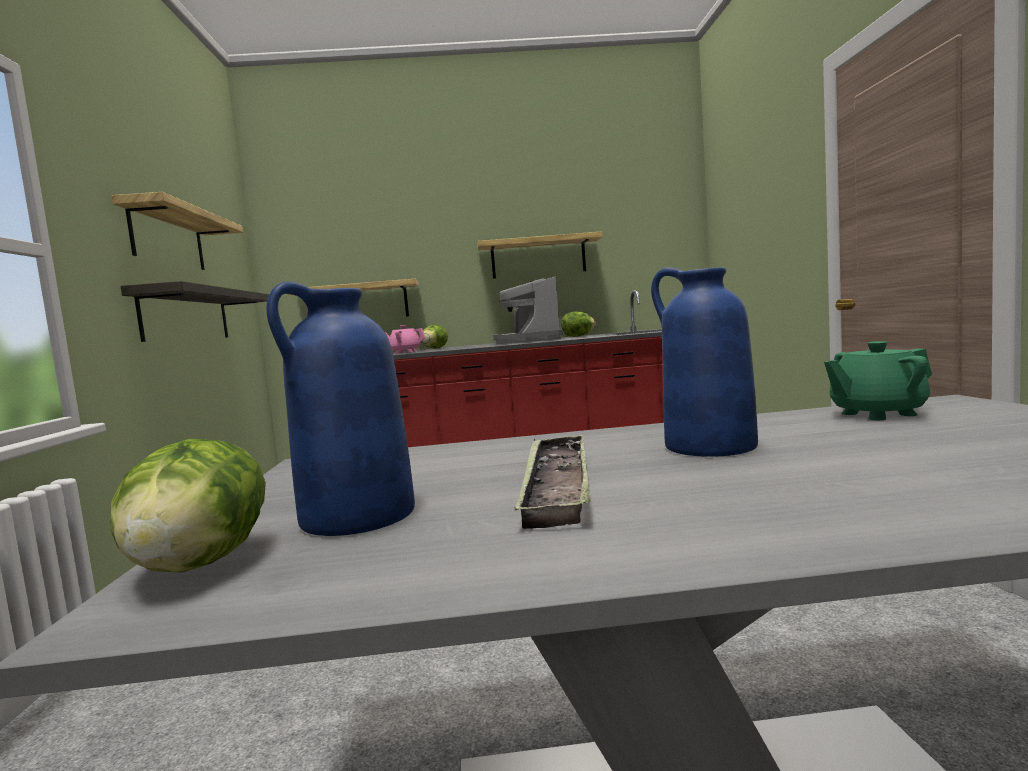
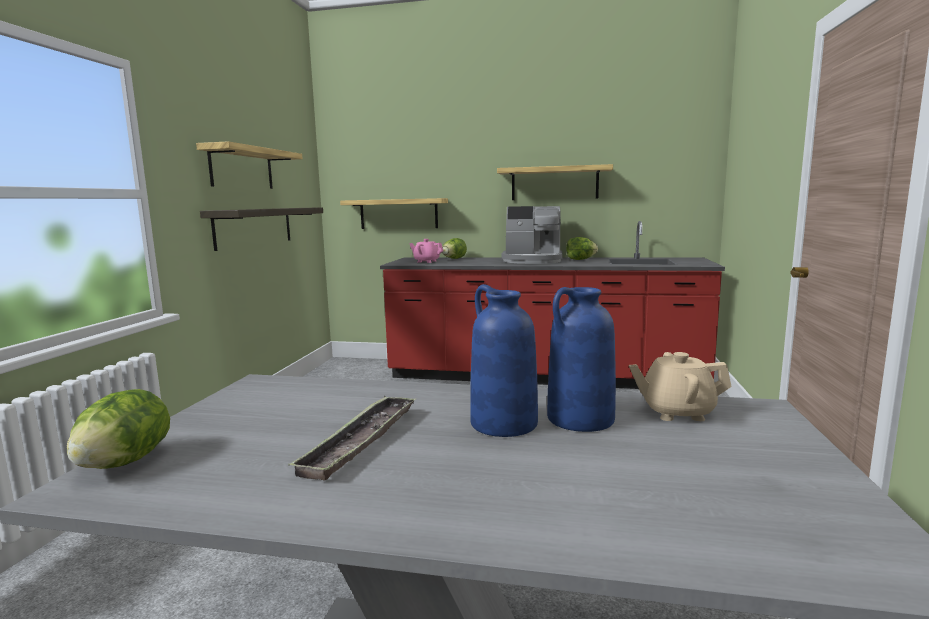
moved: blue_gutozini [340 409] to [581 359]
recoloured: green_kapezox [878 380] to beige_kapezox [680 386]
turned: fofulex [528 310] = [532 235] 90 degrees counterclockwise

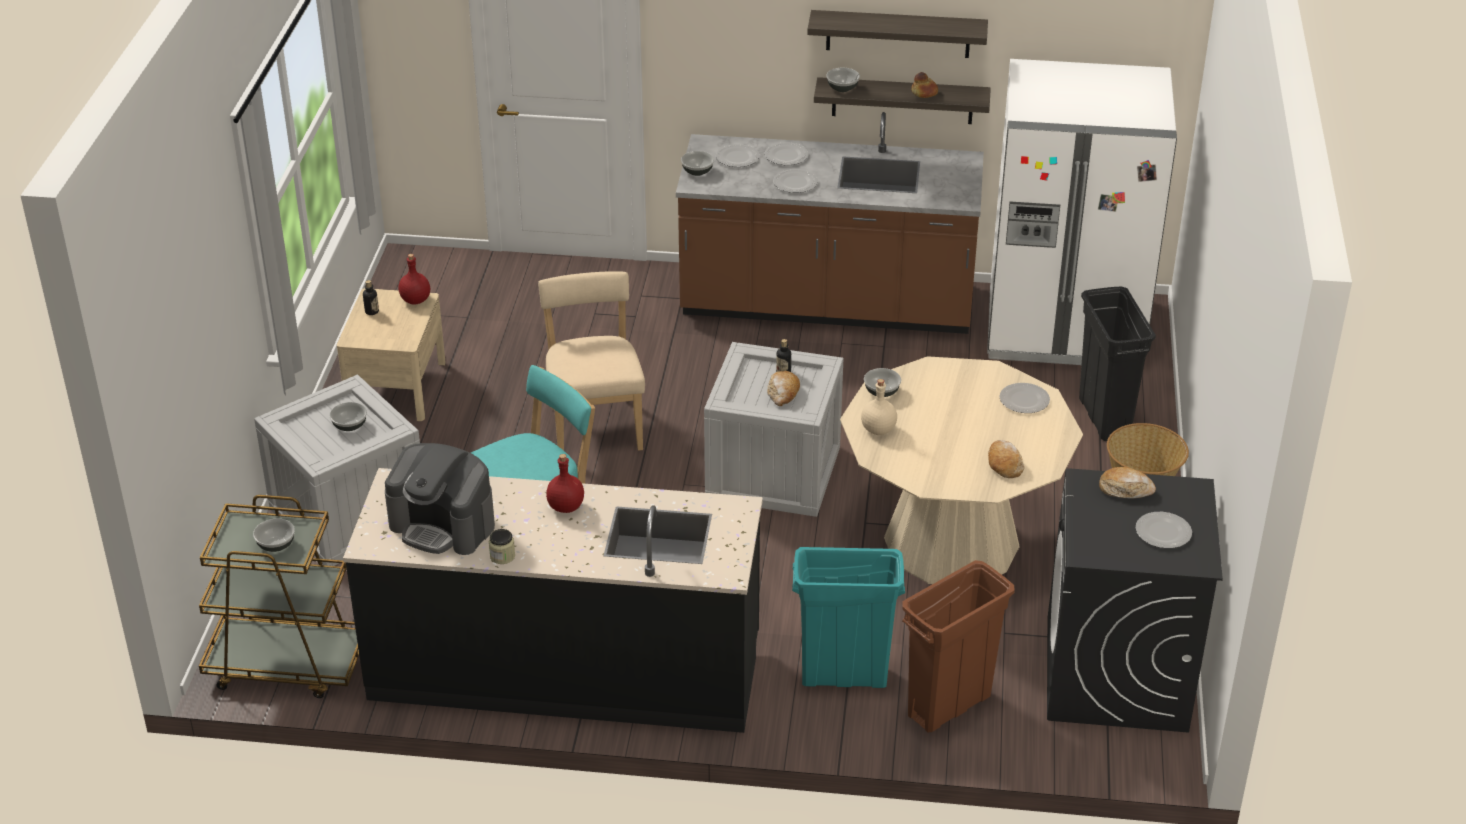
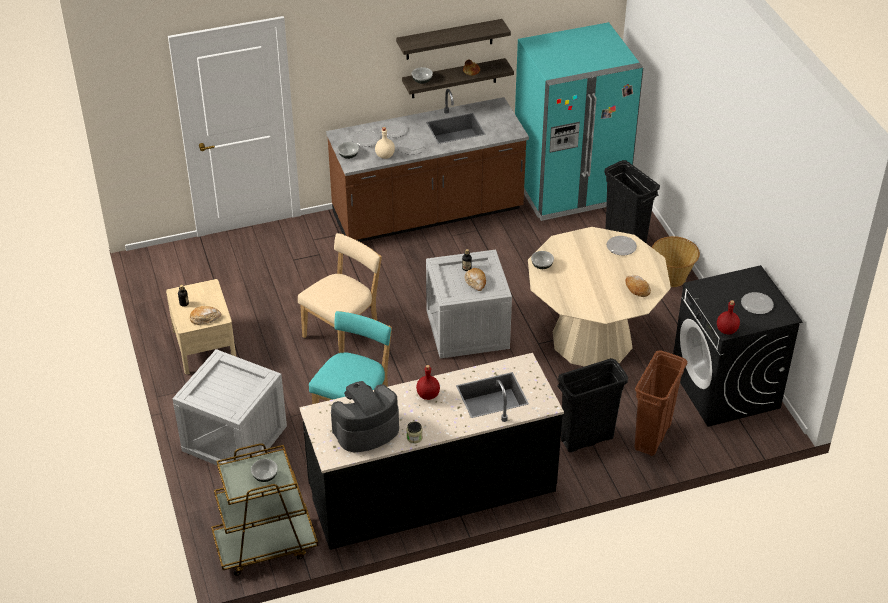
removed: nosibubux [348 416]
moved: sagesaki [1127 483] to [205 315]; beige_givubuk [879 407] to [385 143]; red_givubuk [414 279] to [728 317]
recoloured: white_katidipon [1082 212] to turquoise_katidipon [579 121]; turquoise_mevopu [848 617] to black_mevopu [592 405]
turned: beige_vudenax [591 361] = [340 289] 75 degrees clockwise; fofulex [440 499] = [365 416] 150 degrees clockwise

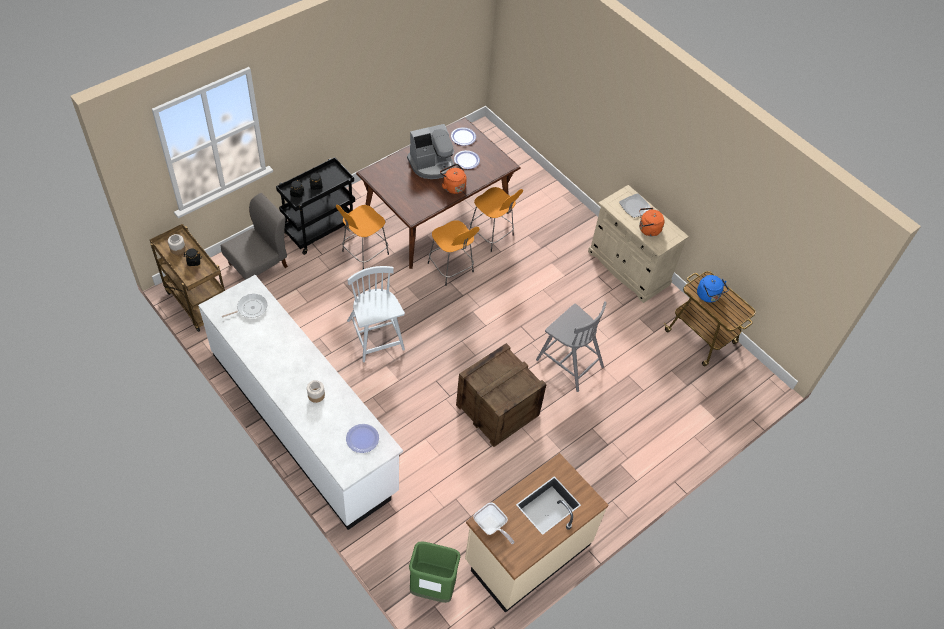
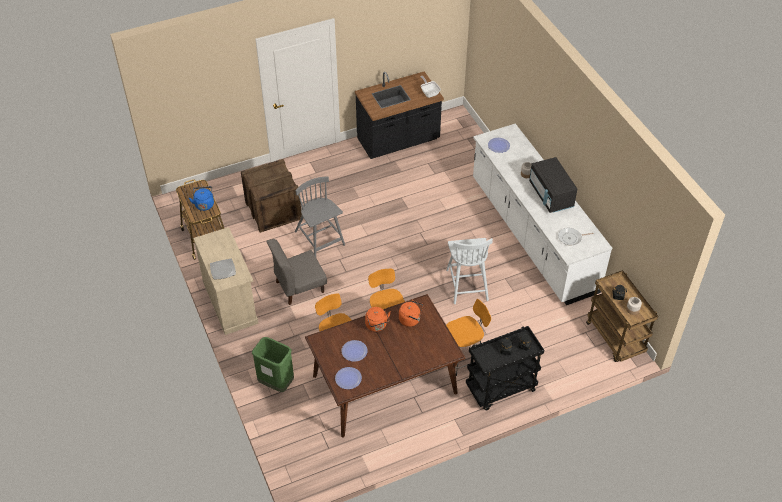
removed: fofulex [430 151]
added: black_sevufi [553 185]
moved: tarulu [501 395] to [271 196]; green_mevopu [434 572] to [273 364]; grey_vudenax [254 236] to [296 272]; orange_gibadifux [652 222] to [411 313]
recoloured: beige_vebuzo [536 533] to black_vebuzo [399 115]

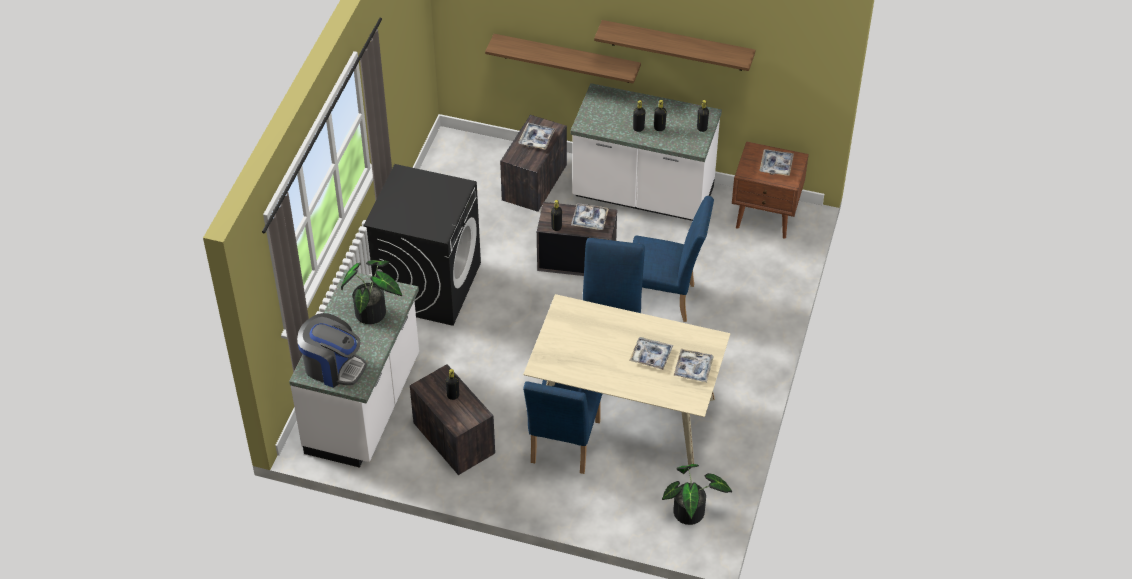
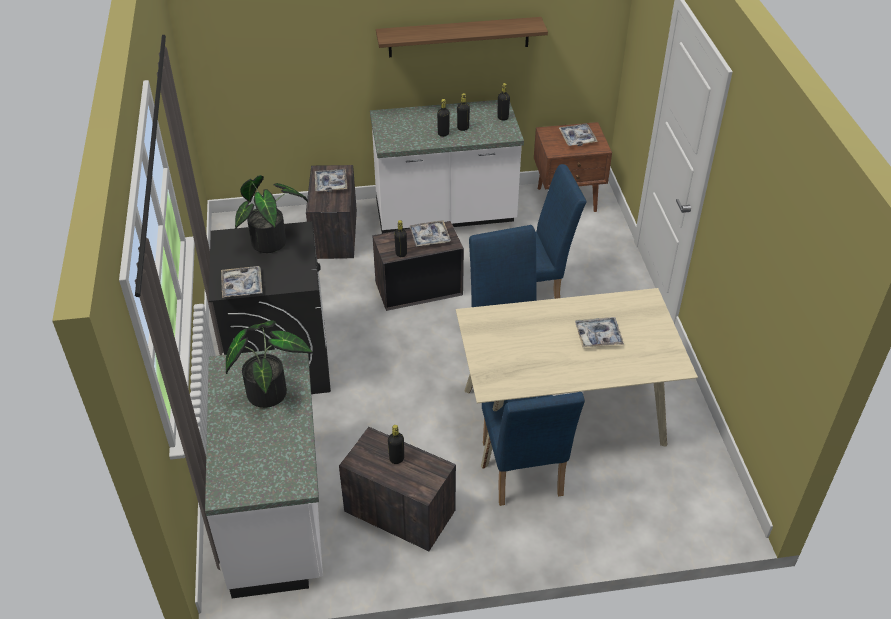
removed: fofulex [332 350]; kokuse [563 59]
moved: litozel [693 365] to [242 282]; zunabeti [697 494] to [271 214]

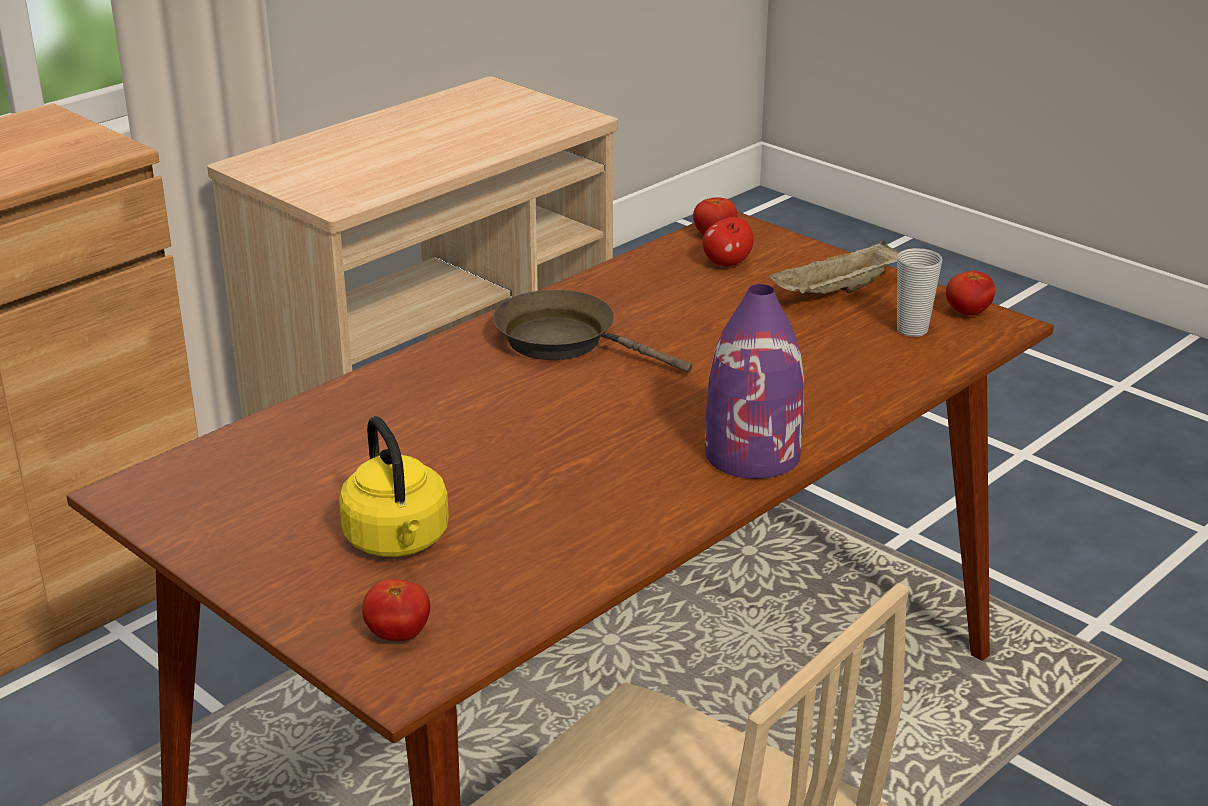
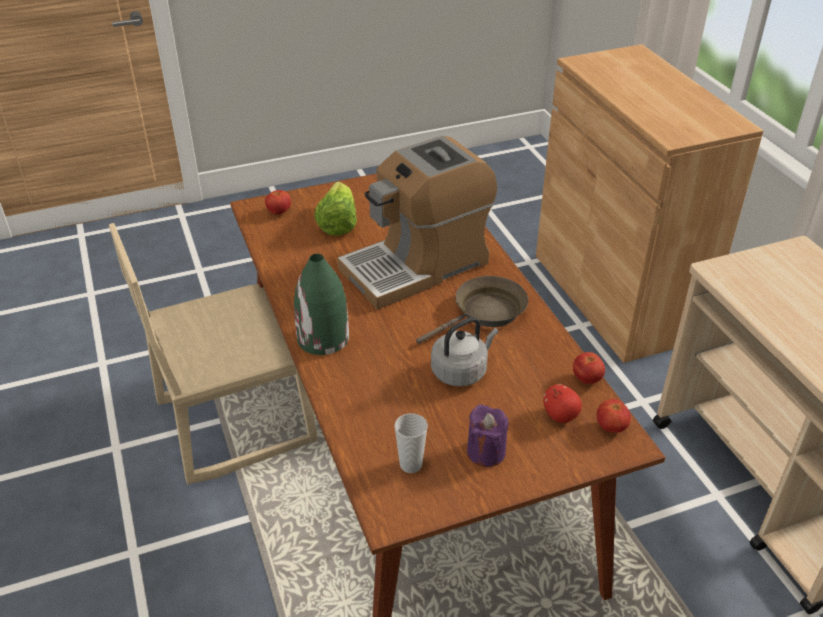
added: fofulex [417 223]; grey_gibadifux [464 351]
moved: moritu [970 292] to [589 368]
replaced: yellow_gibadifux [394 486] to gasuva [335 209]; beige_litozel [834 267] to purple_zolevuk [487 435]
recoloured: purple_gutozini [754 381] to green_gutozini [321 304]

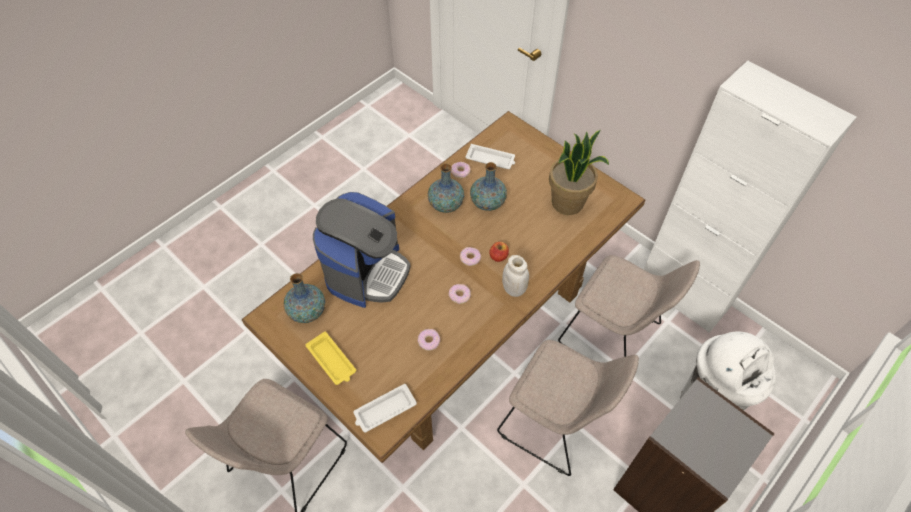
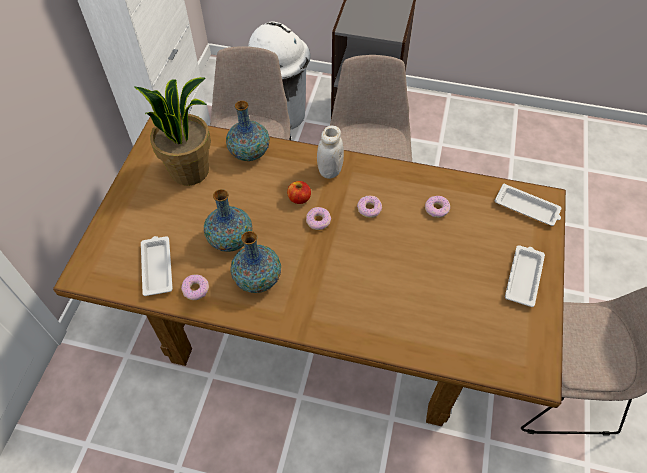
removed: fofulex [361 250]
moved: gutozini [304 298] to [248 131]
recoloured: yellow_litozel [331 358] to white_litozel [525 276]

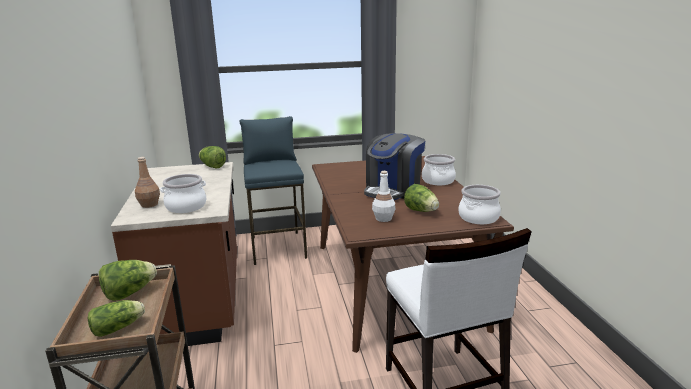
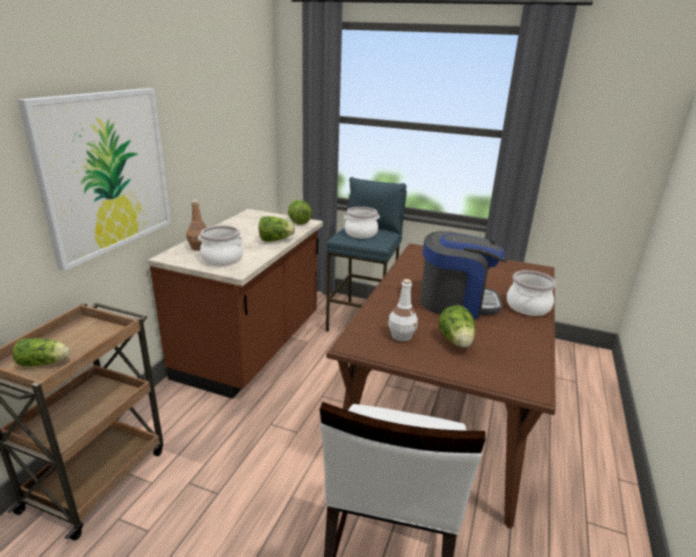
added: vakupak [94 179]
moved: gasuva [128 280] to [277 229]; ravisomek [479 204] to [362 222]
turned: fofulex [395 166] = [464 275] 150 degrees counterclockwise

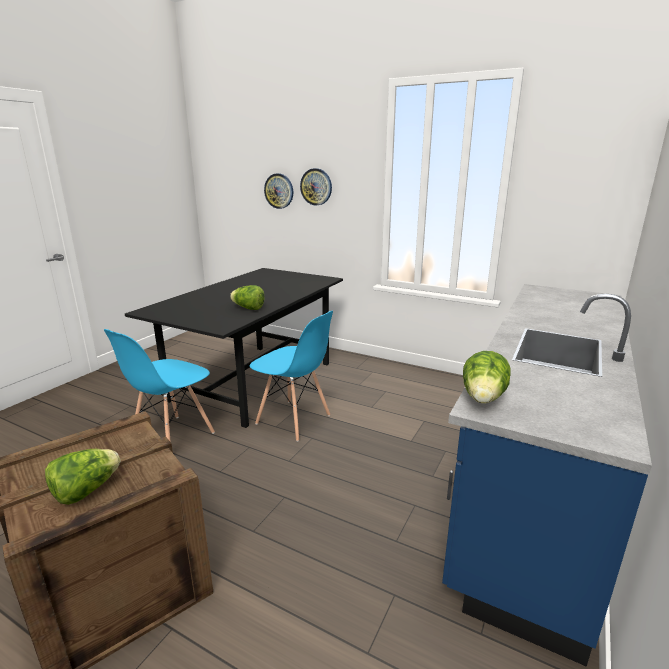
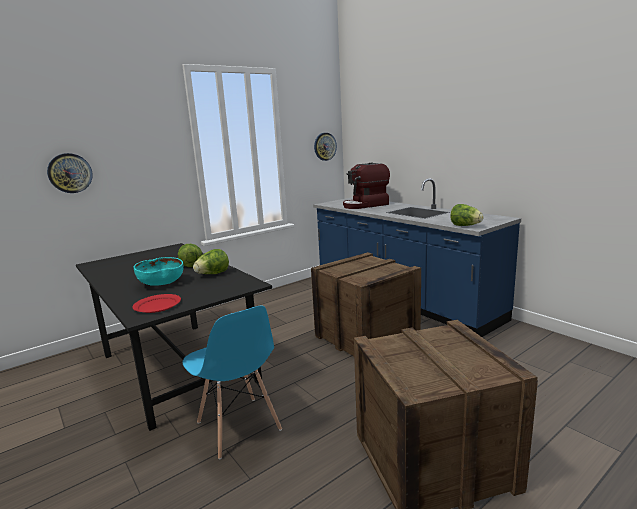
removed: blue_vudenax [291 376]
added: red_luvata [156 303]; turquoise_nosibubux [158 271]; tarulu [366 304]; fofulex [366 186]
moved: gasuva [83 477] to [190 255]; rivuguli [316 186] to [325 147]

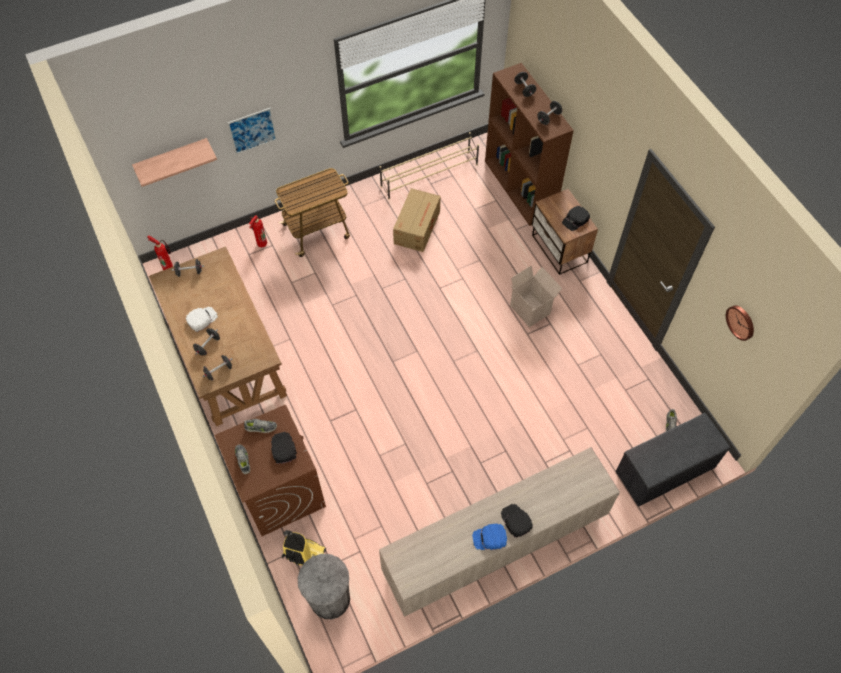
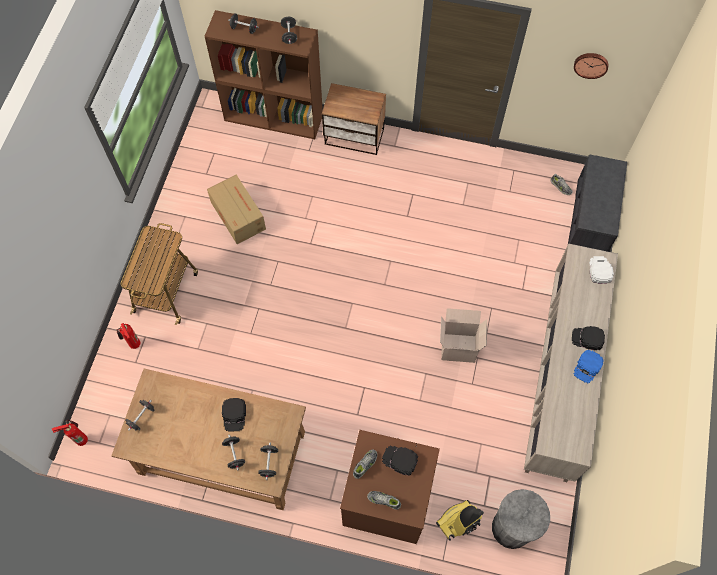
removed: kokuse [174 162]; vakupak [252 131]; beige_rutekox [429 166]
moved: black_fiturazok [576 218] to [234 415]; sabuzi [536 296] to [463 335]; white_fiturazok [202 319] to [601 270]

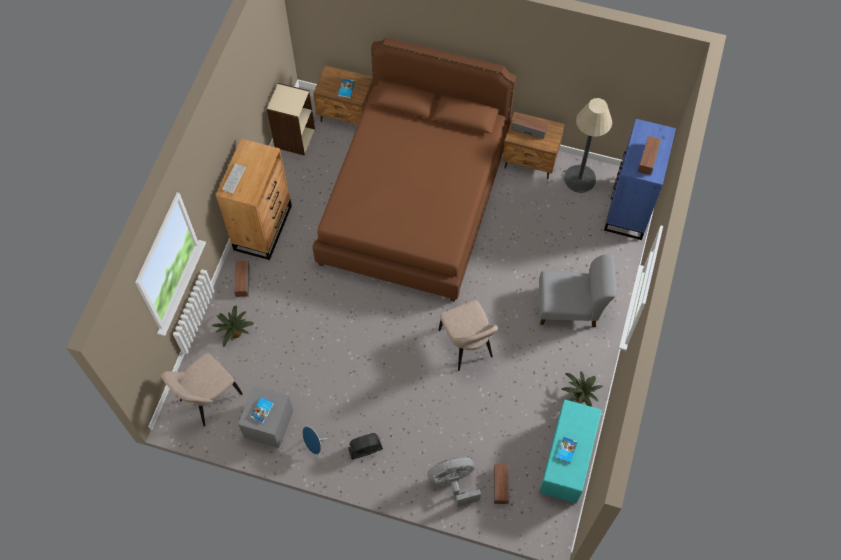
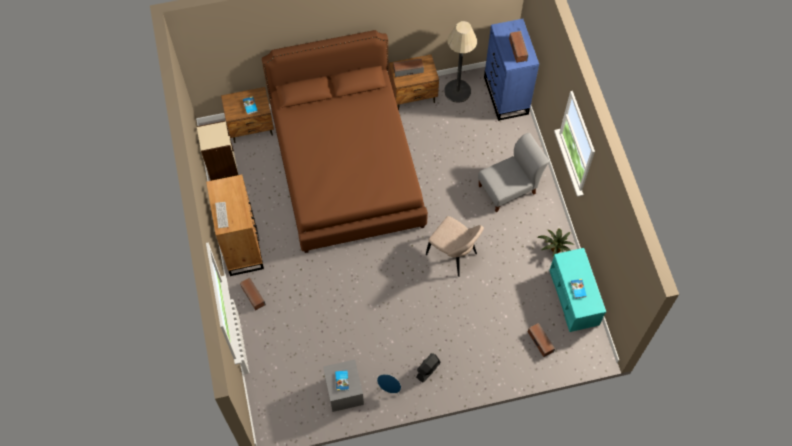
removed: beige_vudenax [202 389]; zunabeti [233 326]; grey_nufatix [454 482]

